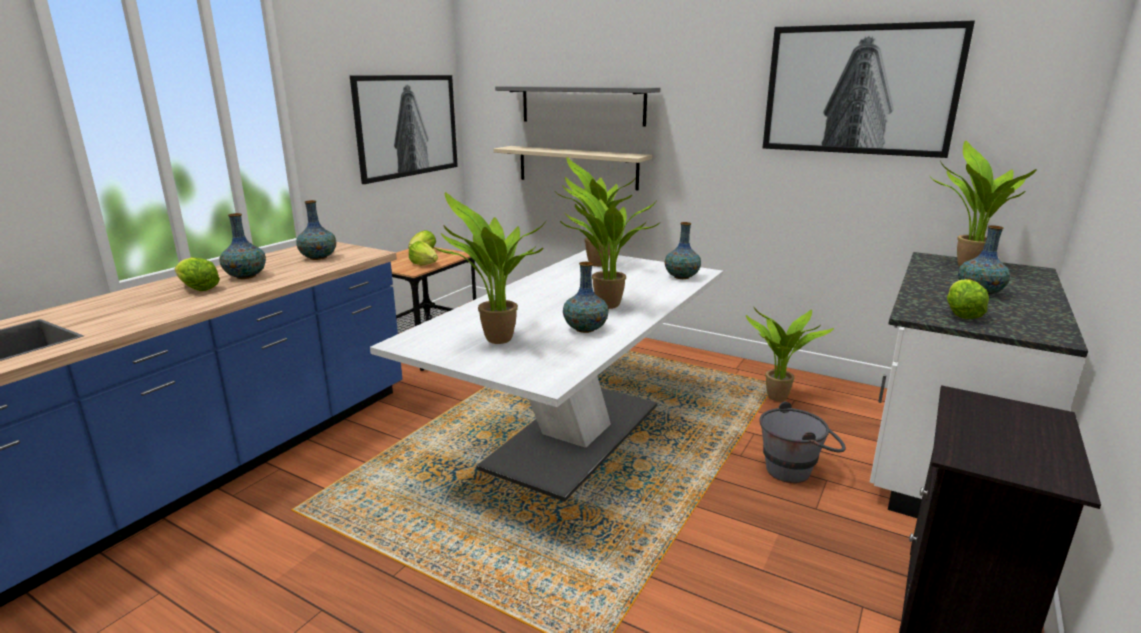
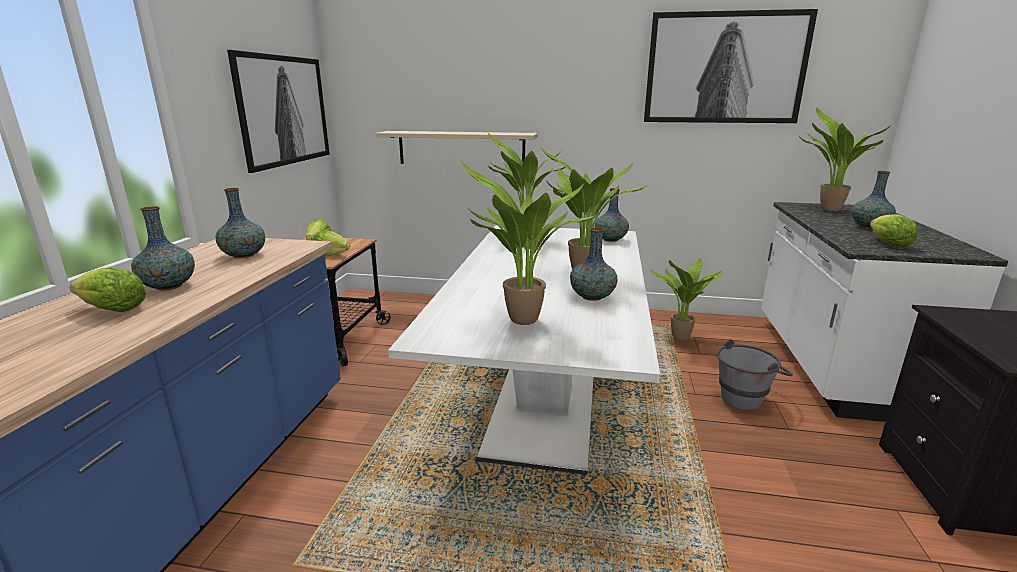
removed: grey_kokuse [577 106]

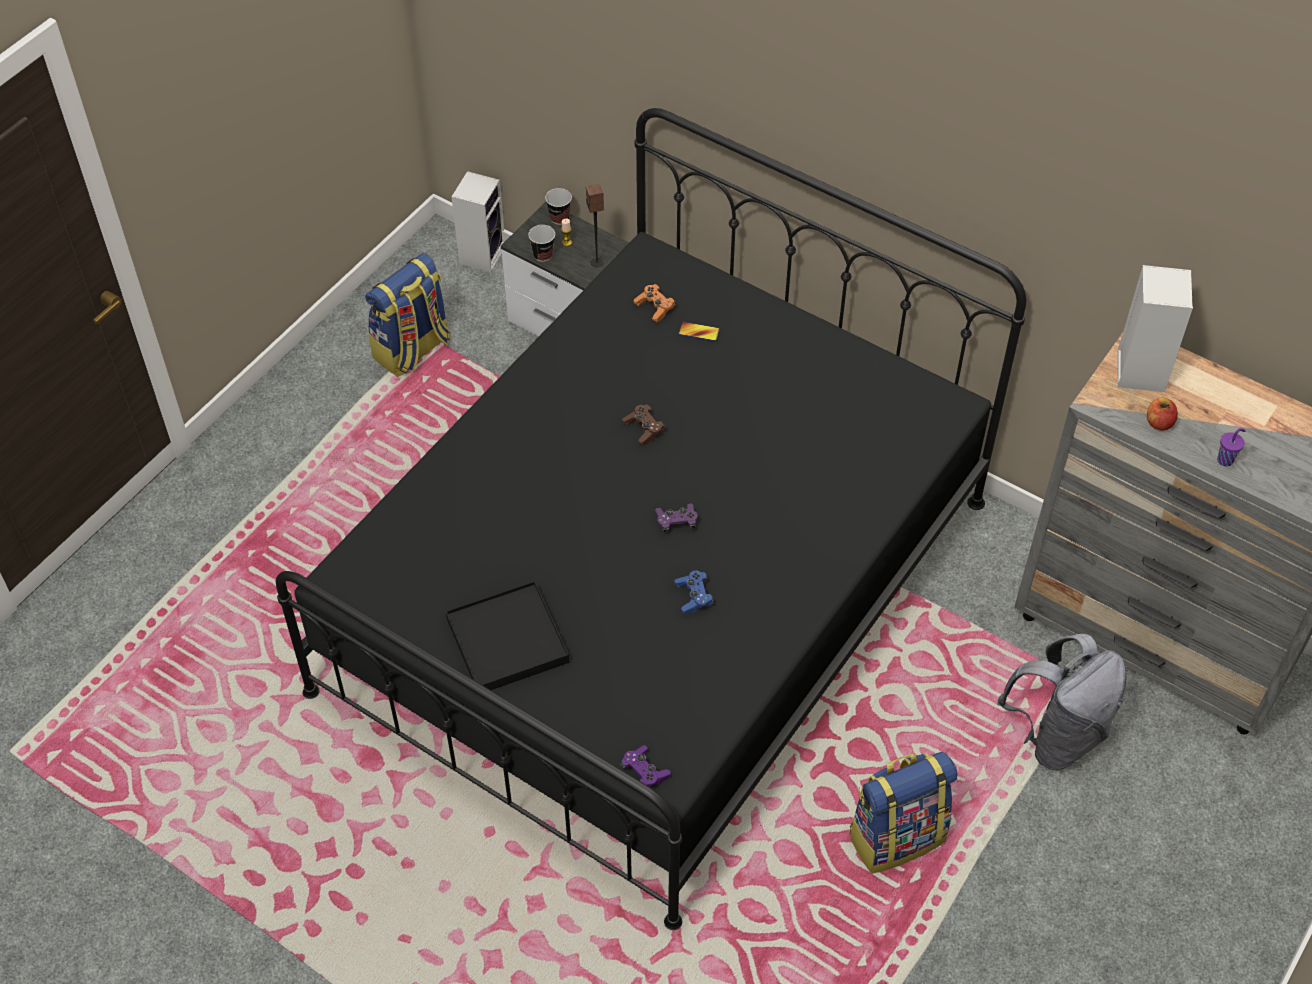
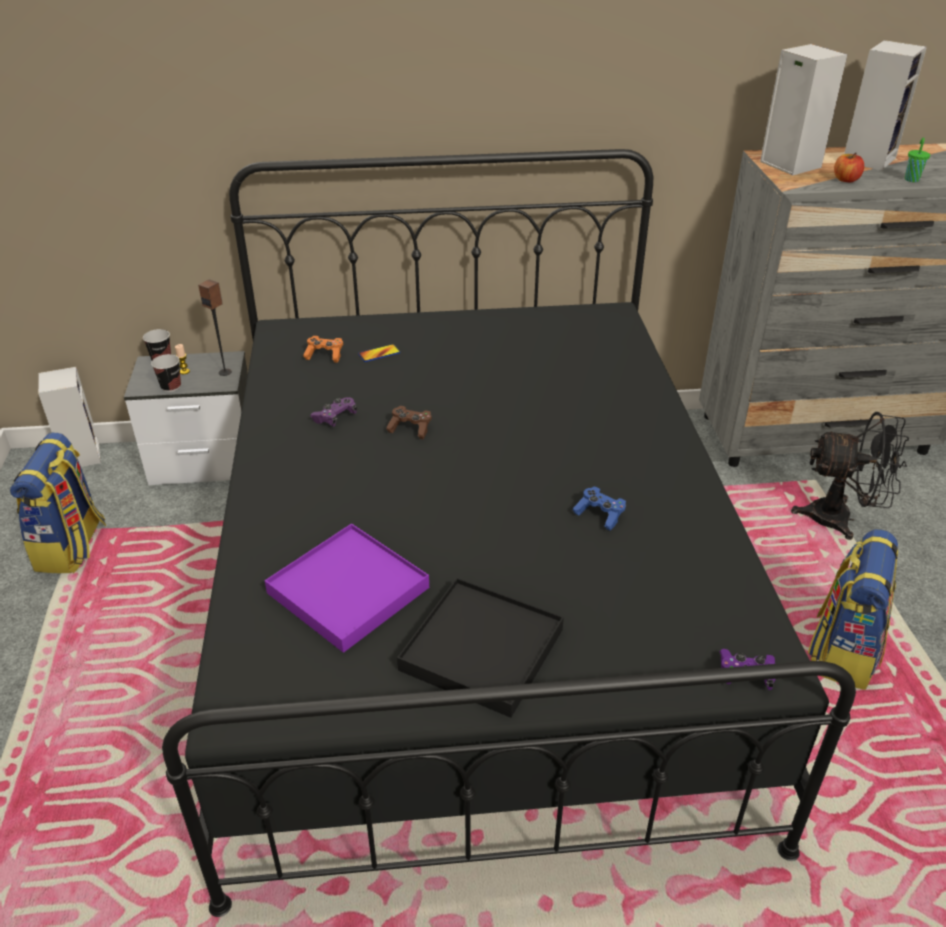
added: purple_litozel [346 588]; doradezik [885 105]
moved: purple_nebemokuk [676 519] to [333 412]
replaced: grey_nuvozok [1061 702] to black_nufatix [850 476]
recoloured: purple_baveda [1231 447] to green_baveda [917 159]

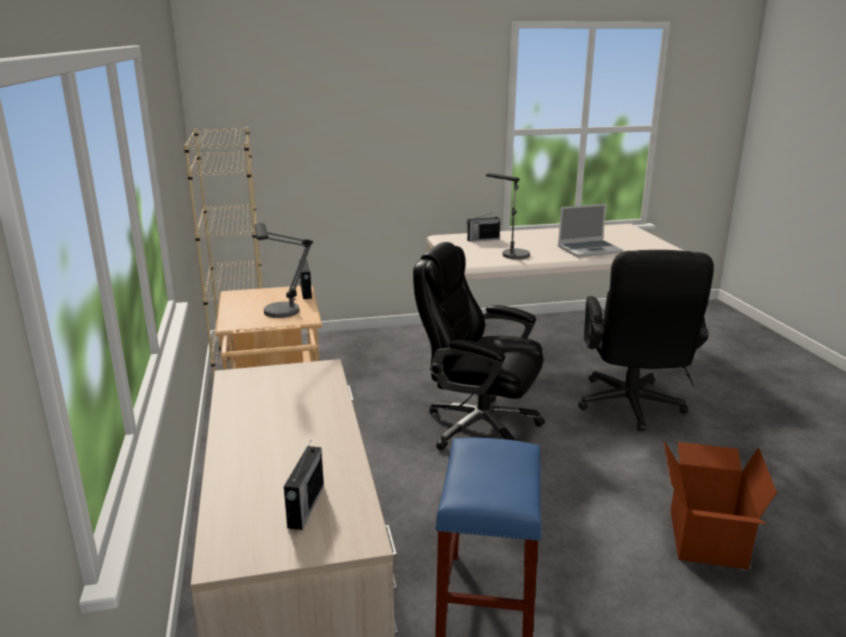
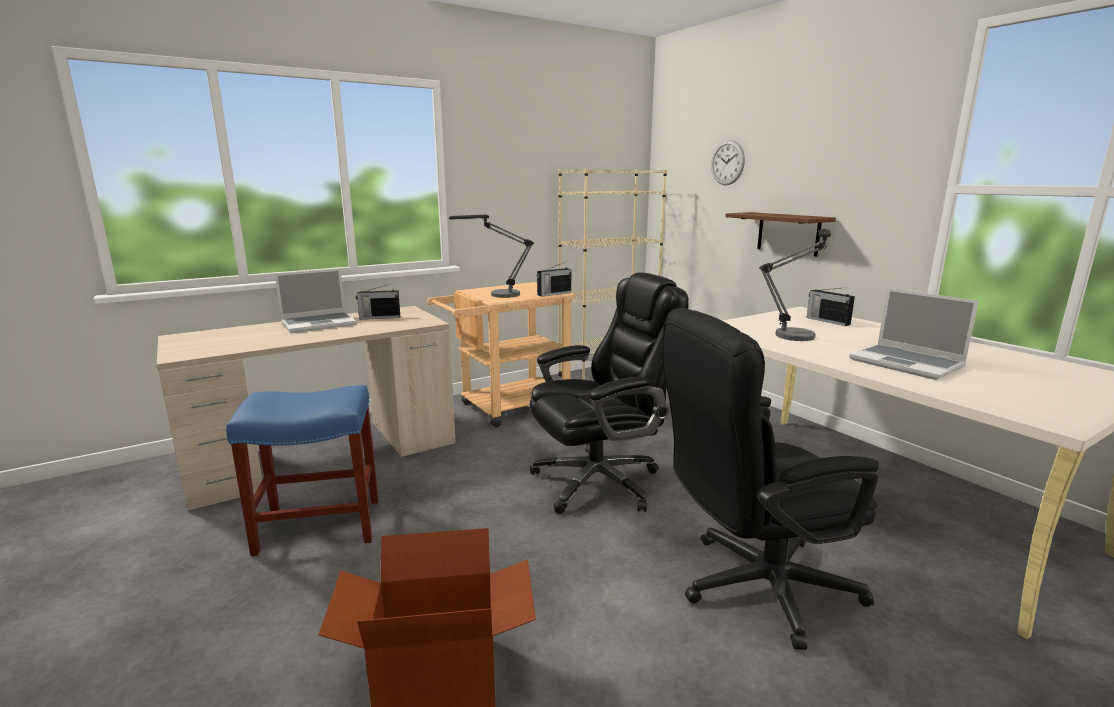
added: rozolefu [315 301]; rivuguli [728 162]; brown_kokuse [780 234]
moved: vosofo [304 485] to [378 302]
turned: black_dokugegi [479 346] = [609 393] 60 degrees clockwise

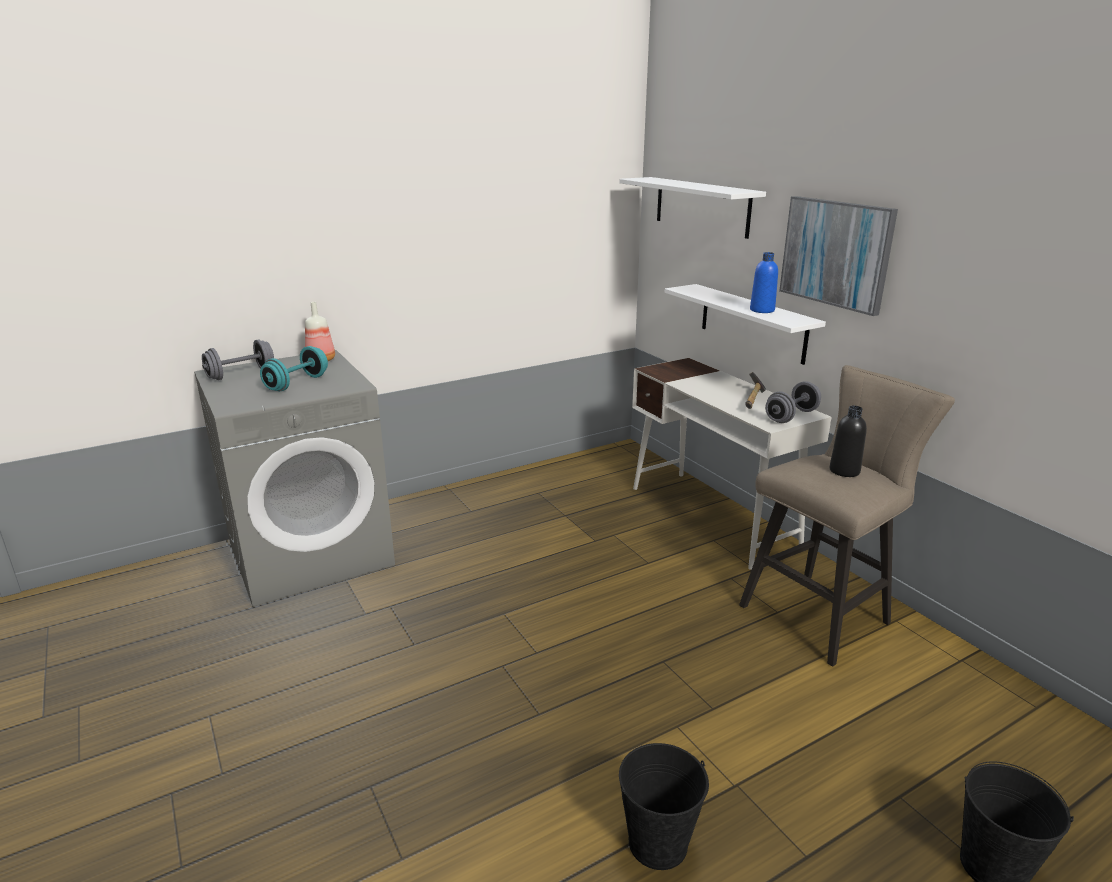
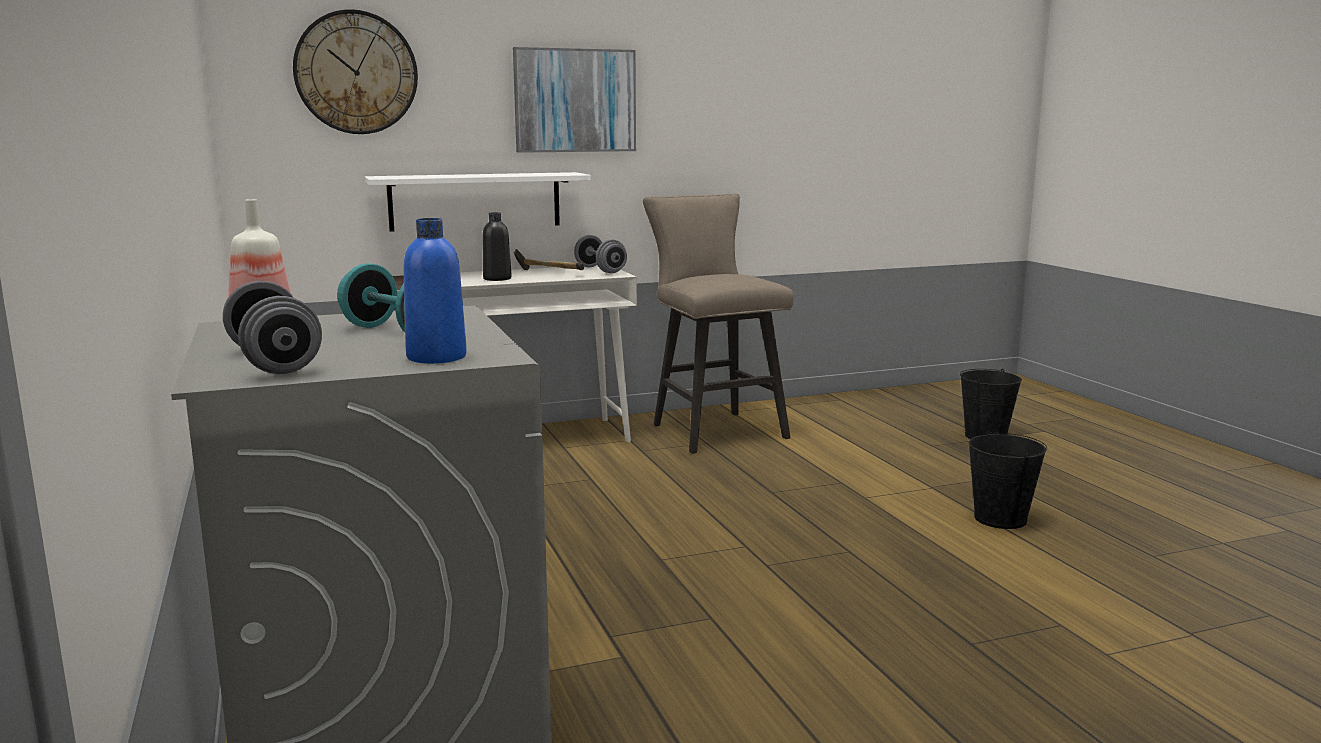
moved: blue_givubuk [764 282] to [435 291]; black_givubuk [848 441] to [497 246]
replaced: white_kokuse [692 208] to rivuguli [355 71]

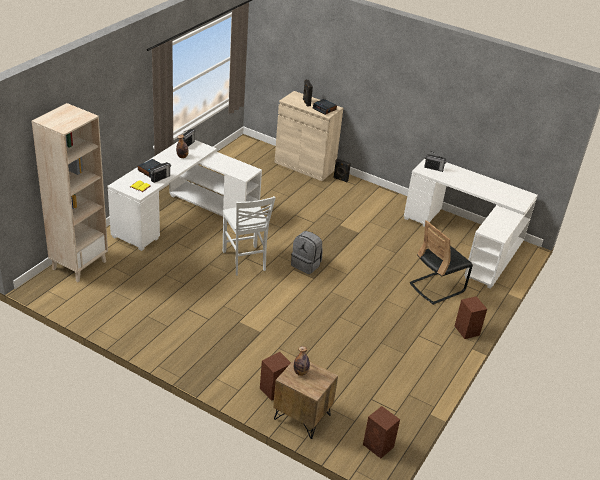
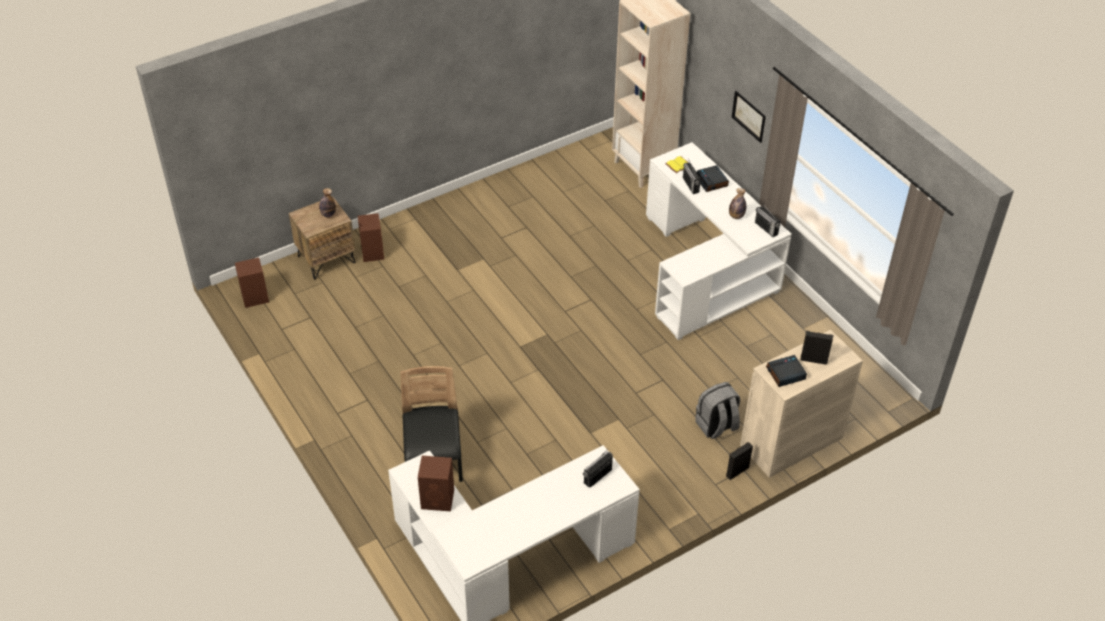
removed: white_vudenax [249 236]
added: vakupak [749 117]
moved: brown_doradezik [471 317] to [436 483]; grey_nuvozok [307 252] to [717 410]

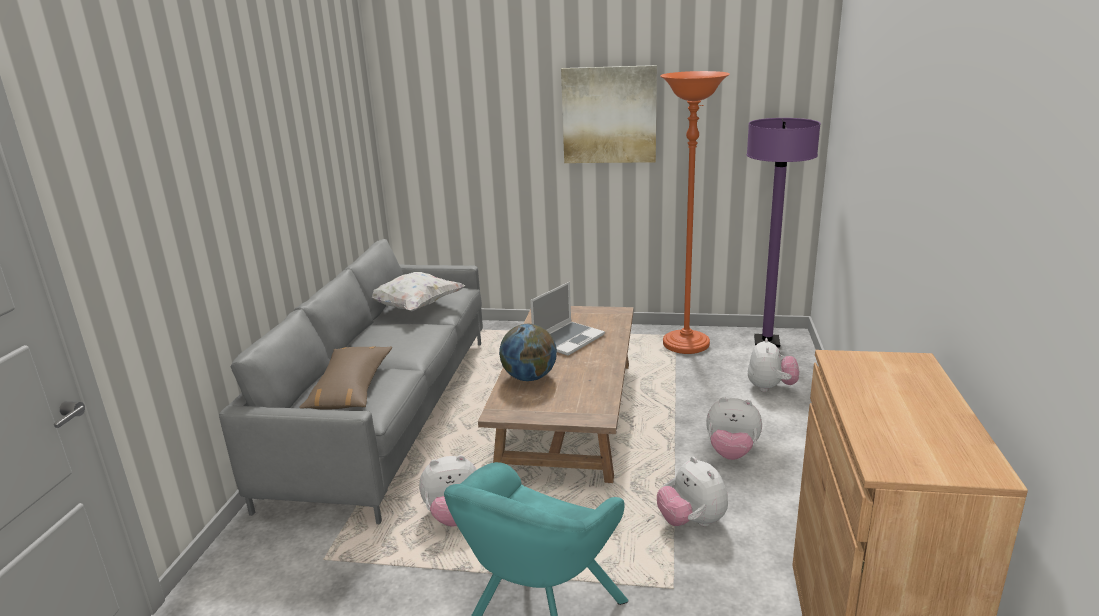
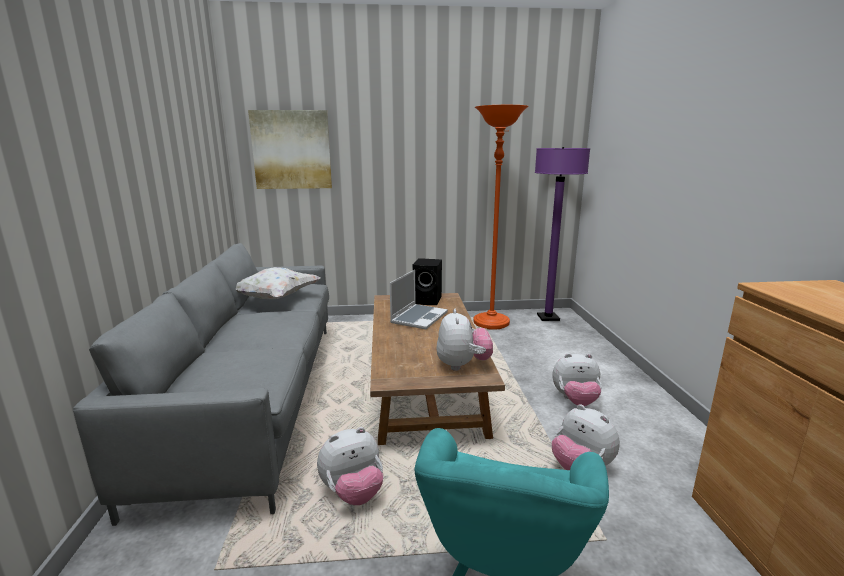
removed: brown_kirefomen [345 378]; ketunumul [528 352]
added: black_doradezik [427 281]
moved: vakupak [609 114] to [290 149]; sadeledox [773 365] to [465 340]

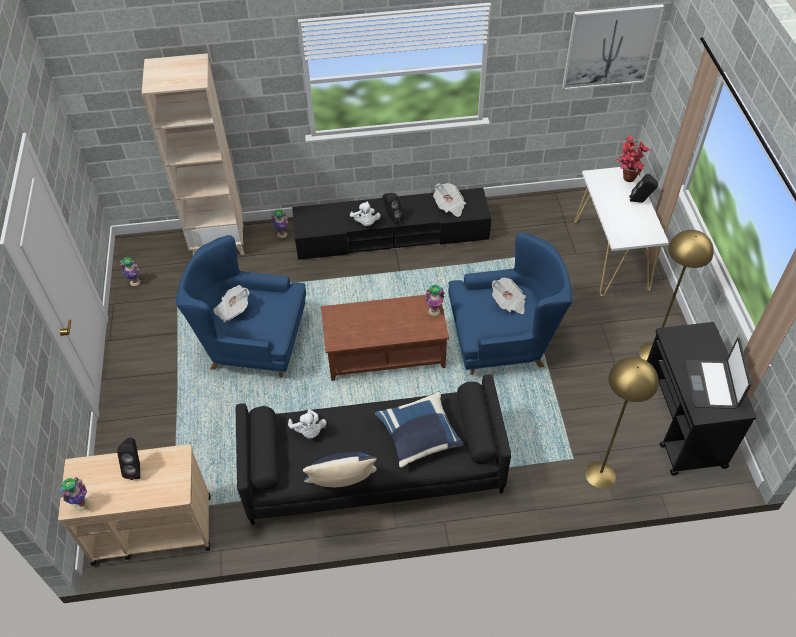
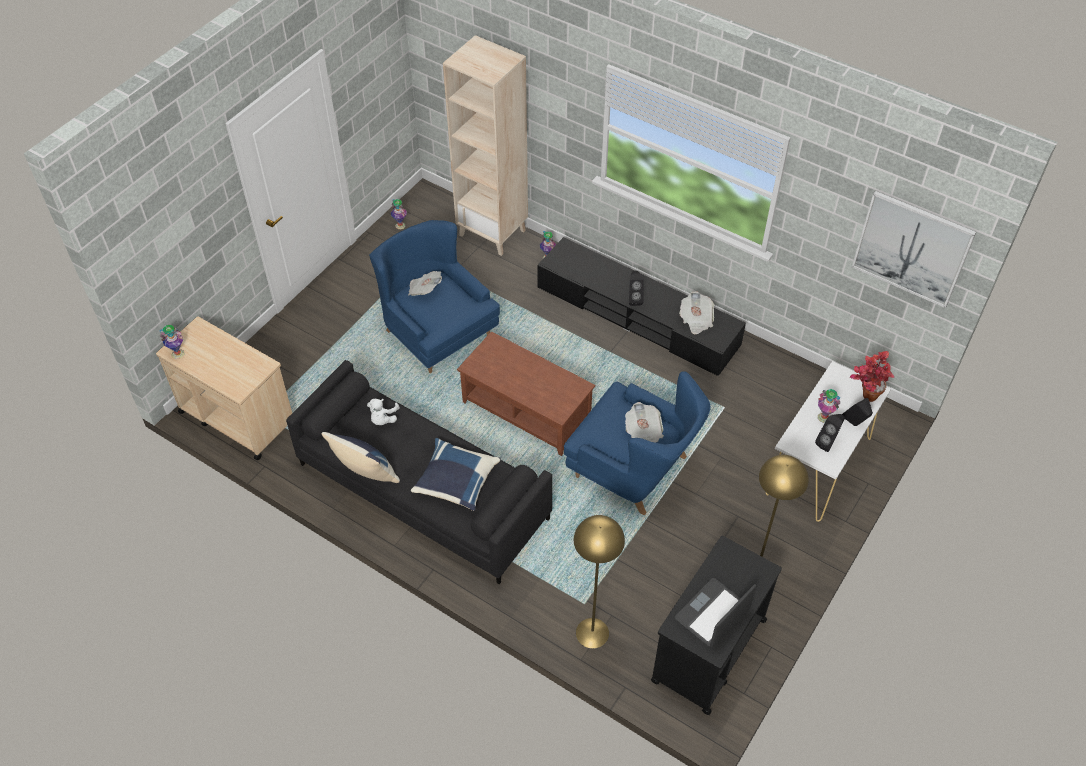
removed: white_sadeledox [365 213]
moved: black_doradezik [128 459] to [830 433]; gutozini [435 300] to [829 406]

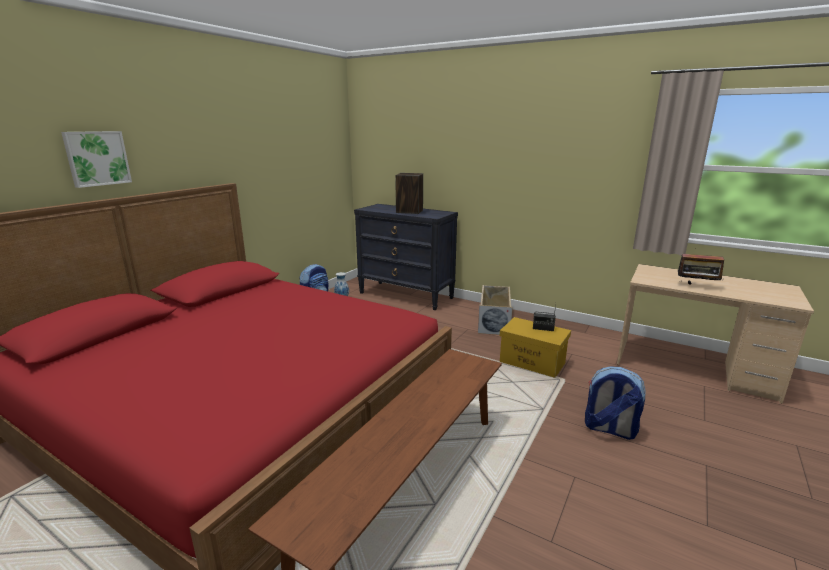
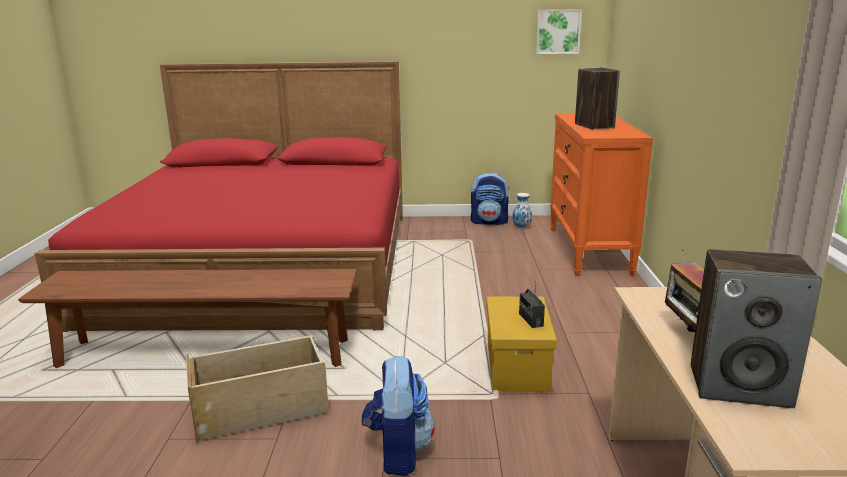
added: doradezik [756 328]
moved: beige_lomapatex [495 310] to [257 389]; vakupak [96 159] to [559 31]
recoloured: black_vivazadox [406 257] to orange_vivazadox [601 195]

